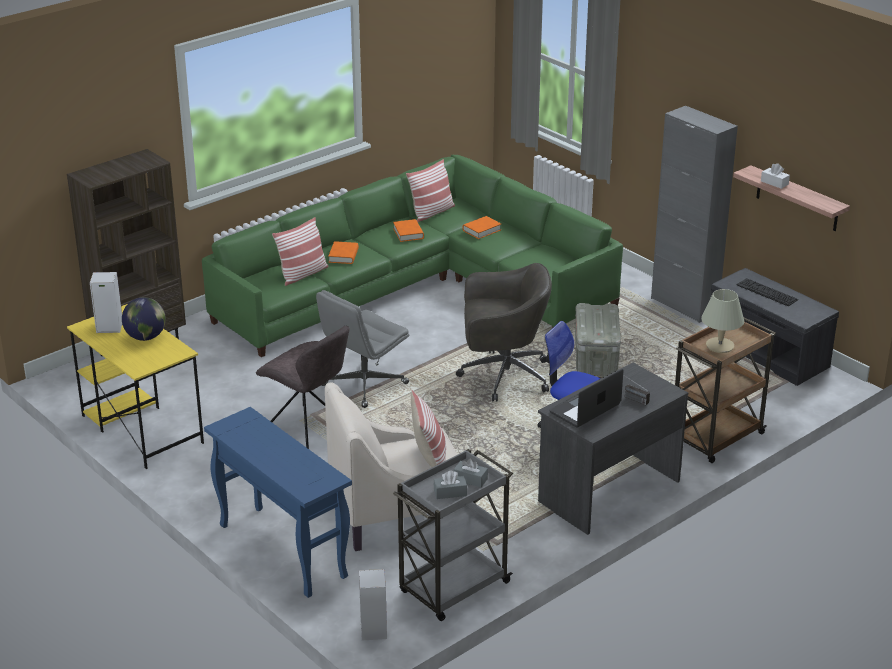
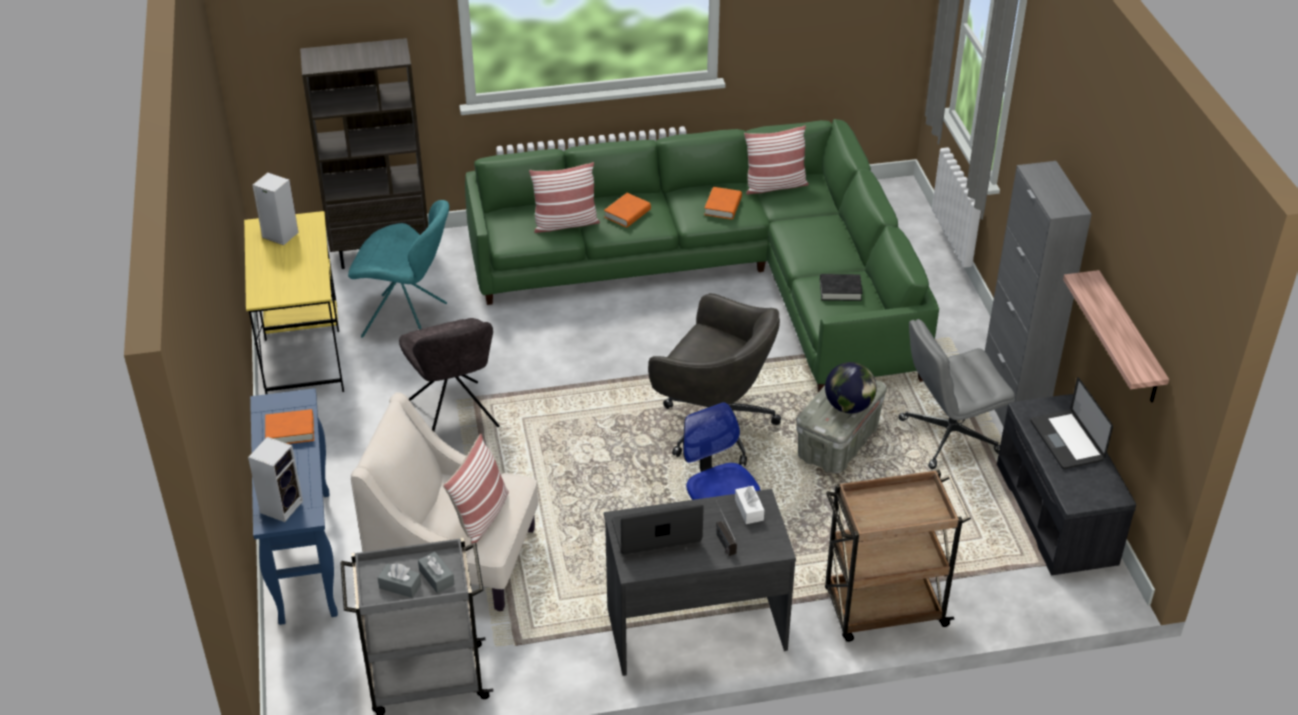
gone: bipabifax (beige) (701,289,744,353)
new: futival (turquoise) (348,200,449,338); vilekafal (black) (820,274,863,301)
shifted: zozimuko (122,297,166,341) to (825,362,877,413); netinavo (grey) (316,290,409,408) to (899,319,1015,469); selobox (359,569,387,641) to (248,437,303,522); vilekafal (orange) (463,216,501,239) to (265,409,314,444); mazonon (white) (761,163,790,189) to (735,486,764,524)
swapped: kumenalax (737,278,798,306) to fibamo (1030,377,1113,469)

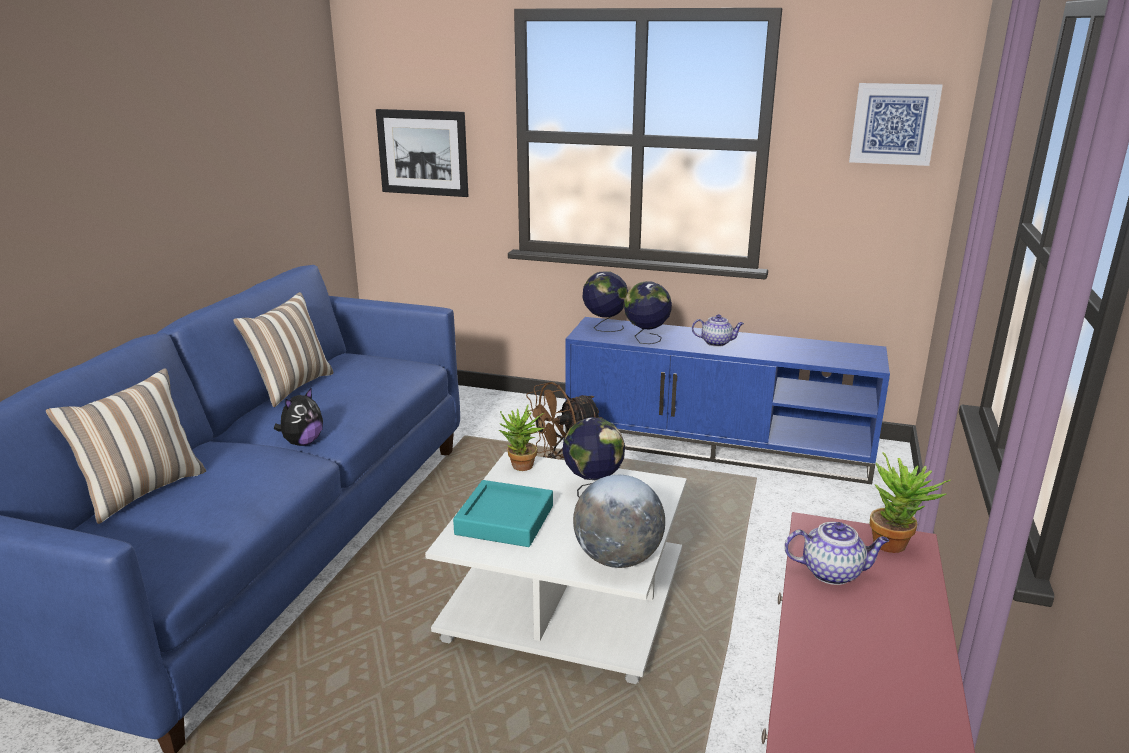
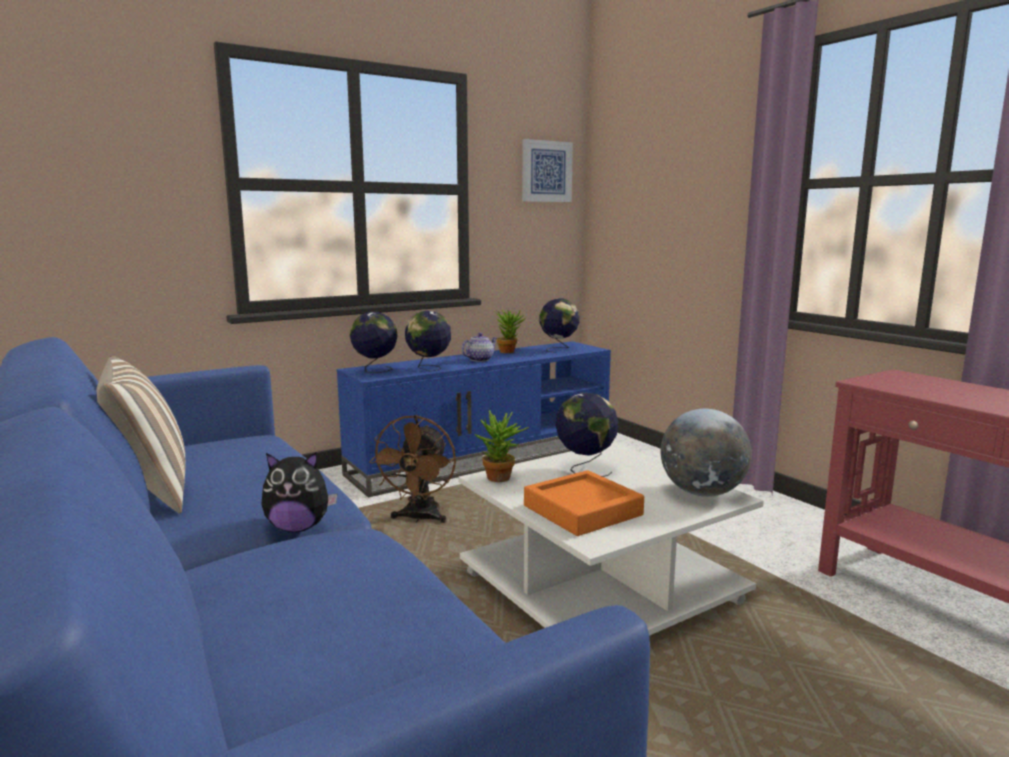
gone: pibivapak (46,368,206,524); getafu (376,109,468,197); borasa (784,522,889,585)
new: zozimuko (539,298,579,353)
shifted: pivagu (870,452,951,553) to (494,310,527,353)
repainted: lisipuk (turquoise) (453,480,553,547) to lisipuk (orange) (524,470,644,536)
rotated: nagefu (274,387,323,446) = (261,452,337,532) 105 degrees clockwise

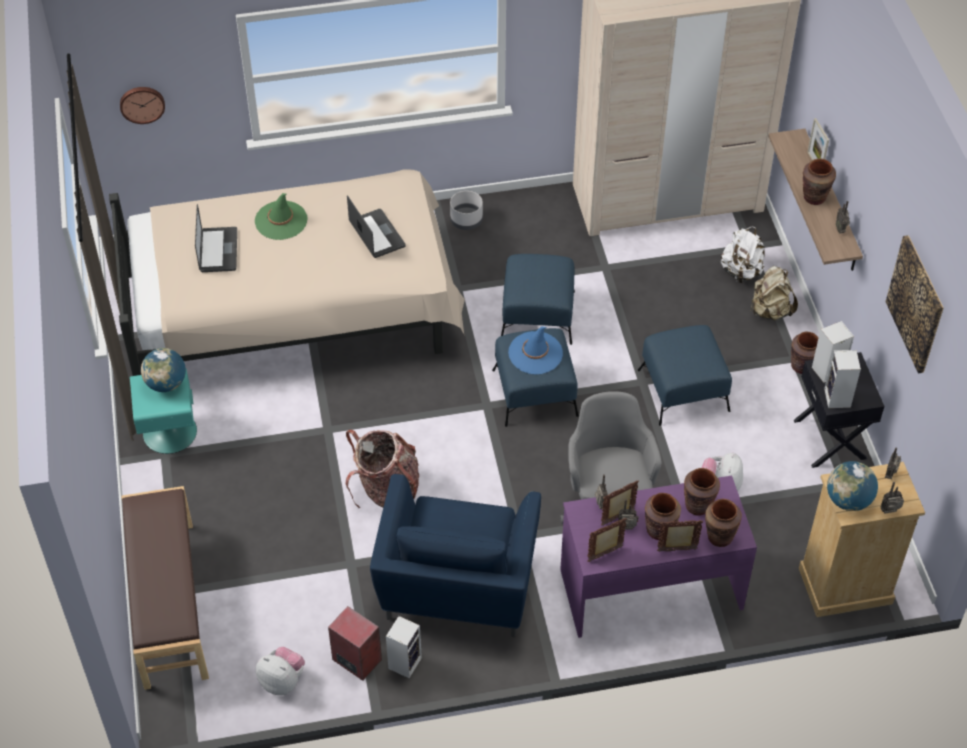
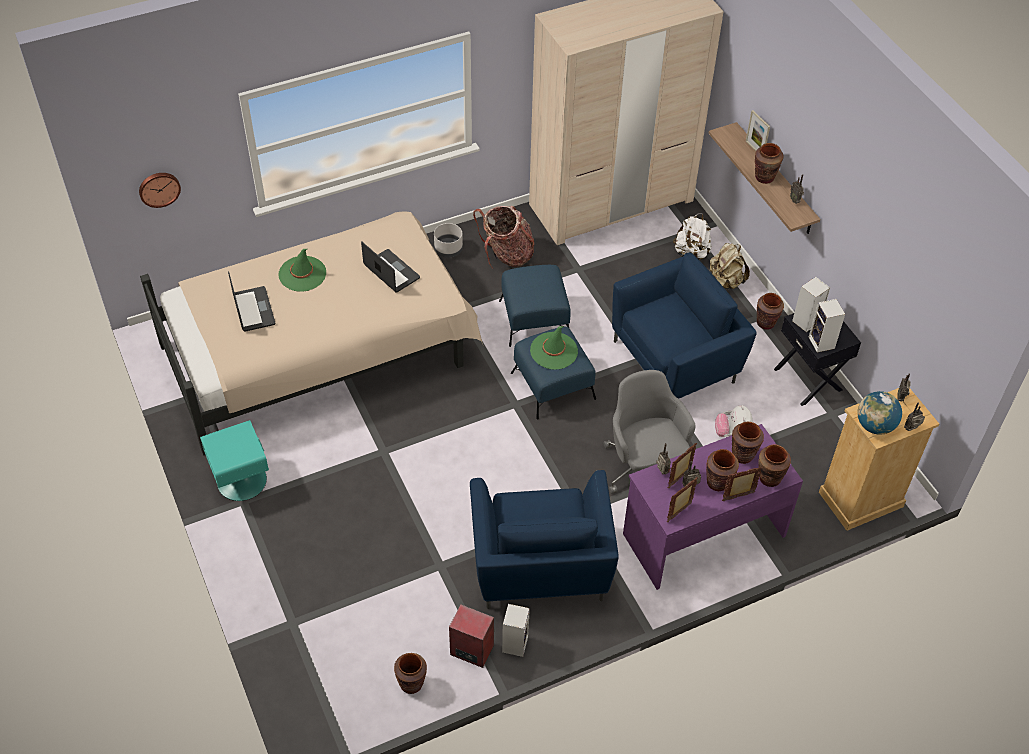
gone: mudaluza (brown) (121,486,209,690); zozimuko (141,348,186,392); getafu (886,235,944,373)
shifted: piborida (346,430,419,509) to (473,206,534,269)
swapped: nagefu (256,647,305,695) to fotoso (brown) (394,653,427,694); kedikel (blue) (638,325,732,426) to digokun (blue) (612,252,757,399)
repainted: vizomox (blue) (508,326,563,374) to vizomox (green) (530,326,578,370)

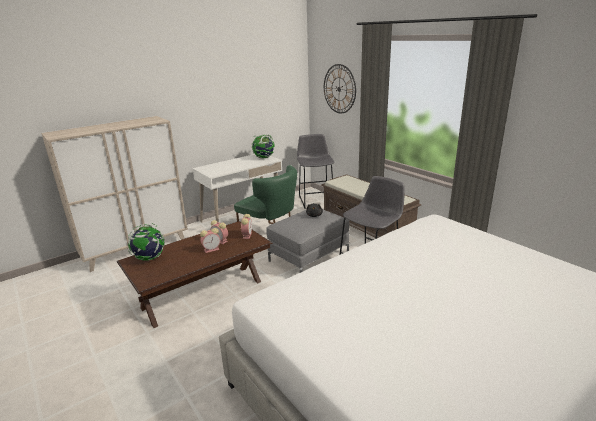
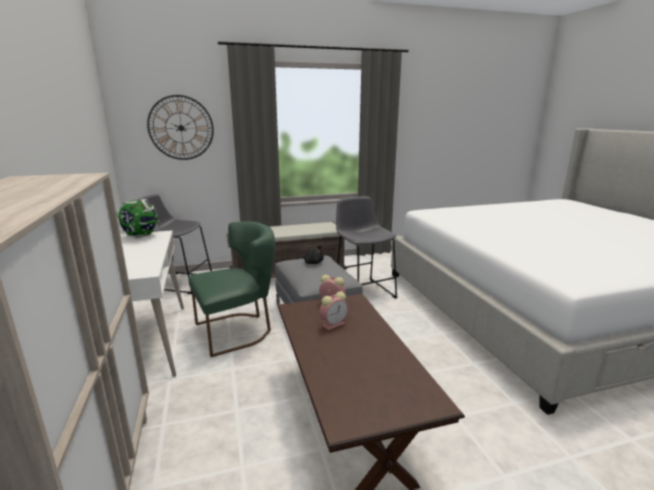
gone: zozimuko (128,223,165,261); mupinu (200,228,220,253)

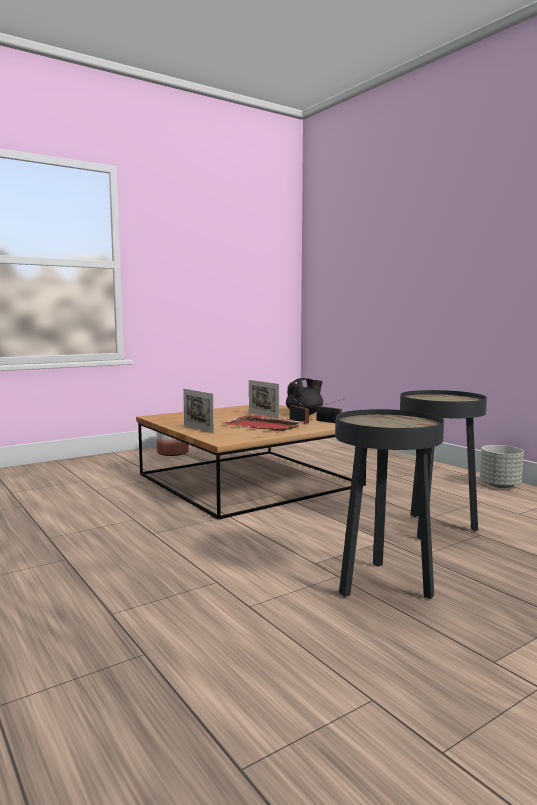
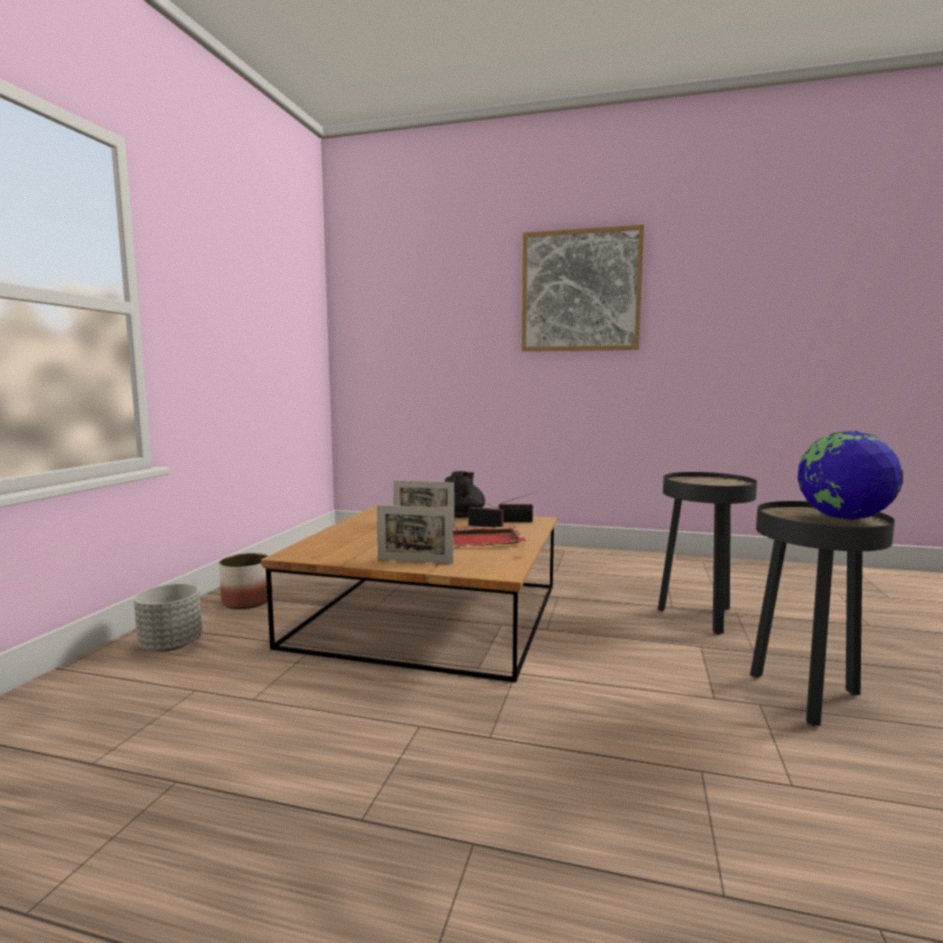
new: getafu (522,225,644,351); zozimuko (798,431,903,520)
shifted: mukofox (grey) (480,445,524,488) to (134,584,202,652)

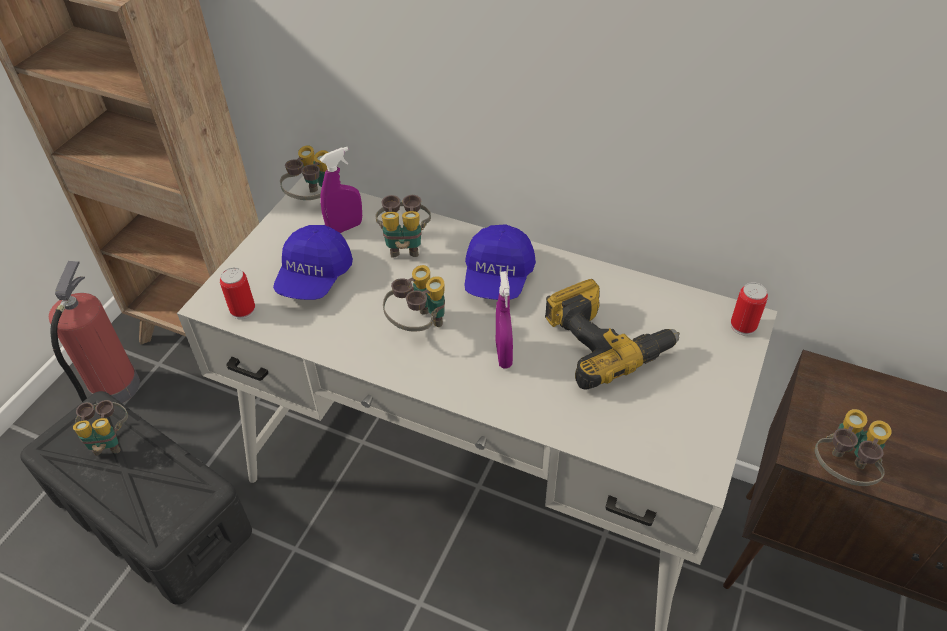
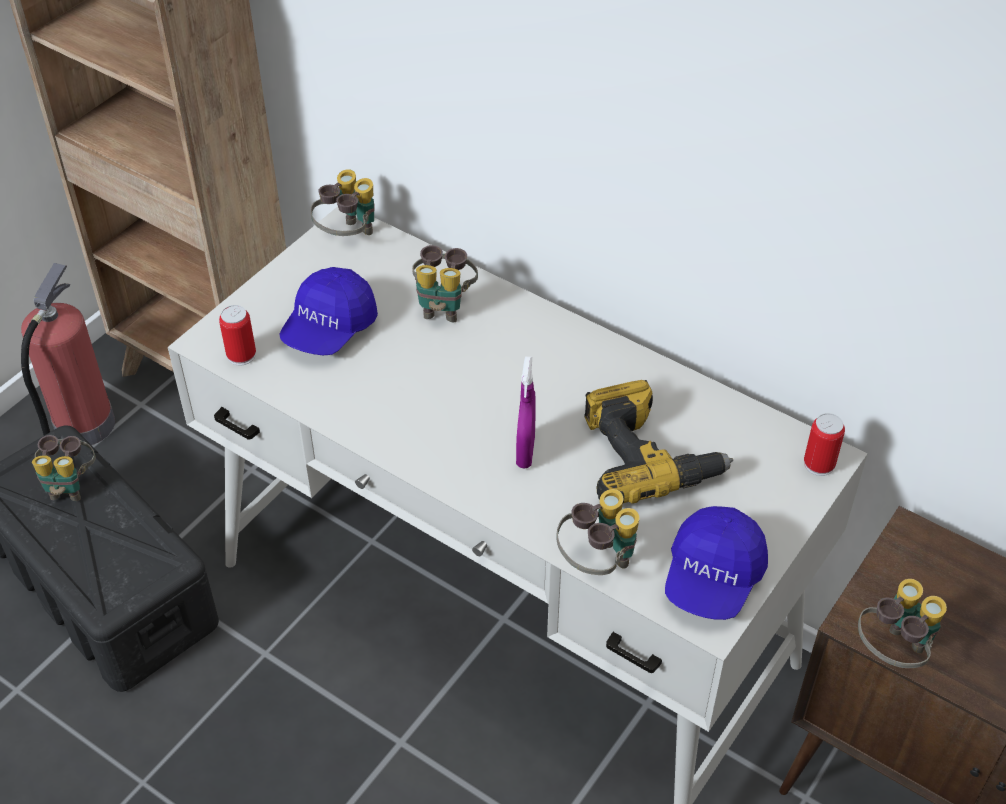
gone: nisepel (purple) (320,147,362,233)
shifted: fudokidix (383,265,445,331) to (556,489,640,575); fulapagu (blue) (464,224,536,300) to (665,506,768,620)

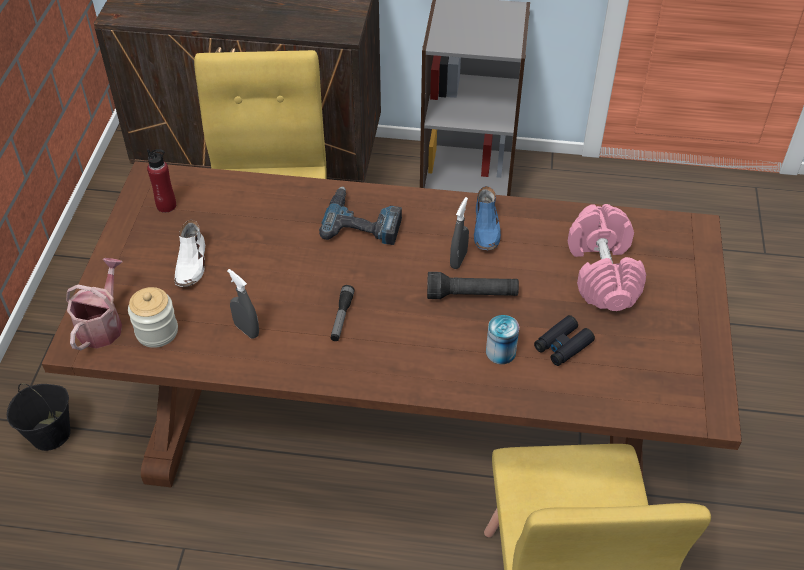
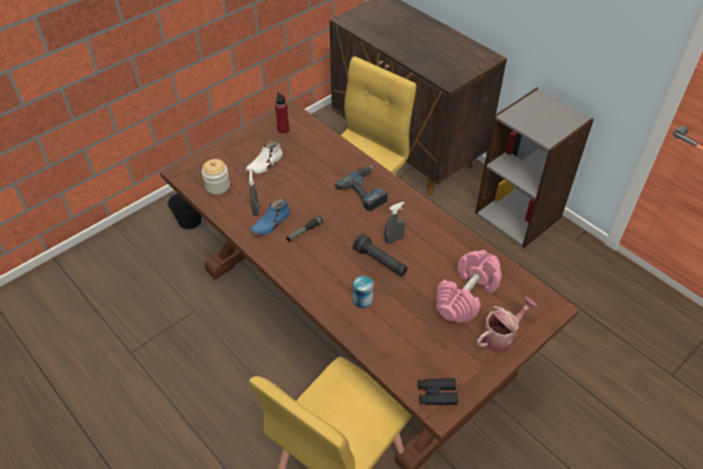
shifted: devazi (66,258,123,350) to (476,297,537,353); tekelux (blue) (474,186,501,250) to (250,197,290,235); fudokidix (black) (534,315,595,366) to (418,378,458,405)

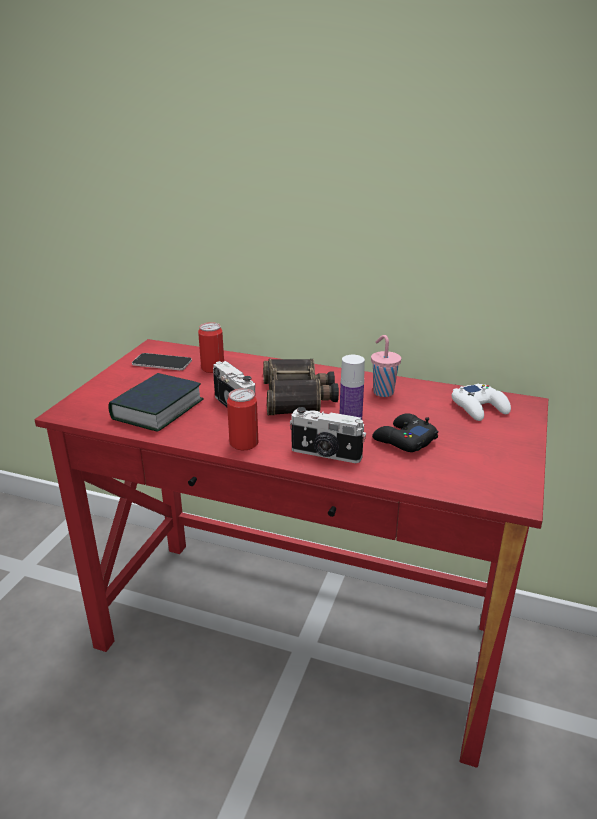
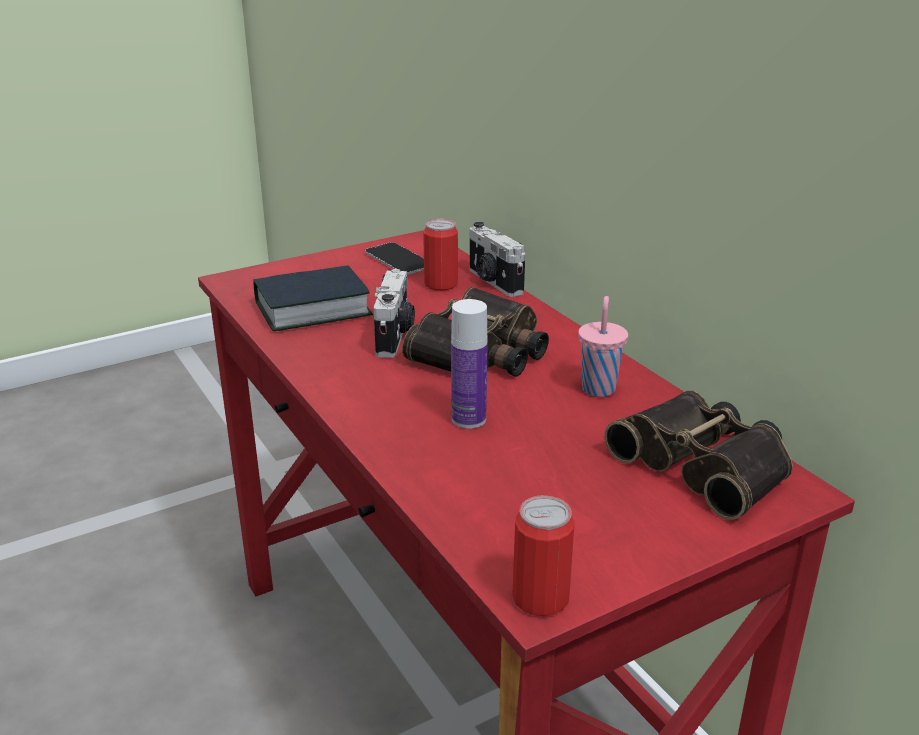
gone: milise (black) (372,413,439,452)
shifted: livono (227,388,258,451) to (512,495,575,616); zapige (290,407,366,463) to (469,222,525,297)
swapped: milise (white) (452,384,511,421) to fudokidix (604,390,793,520)

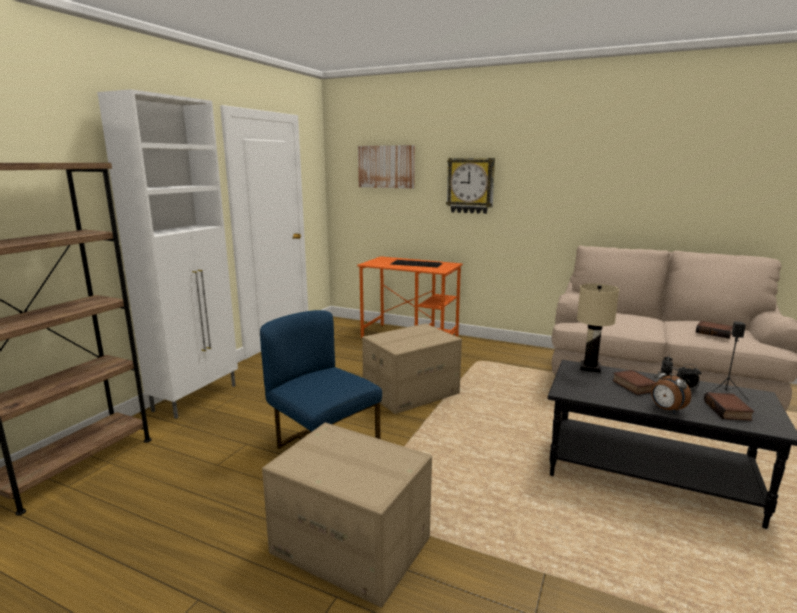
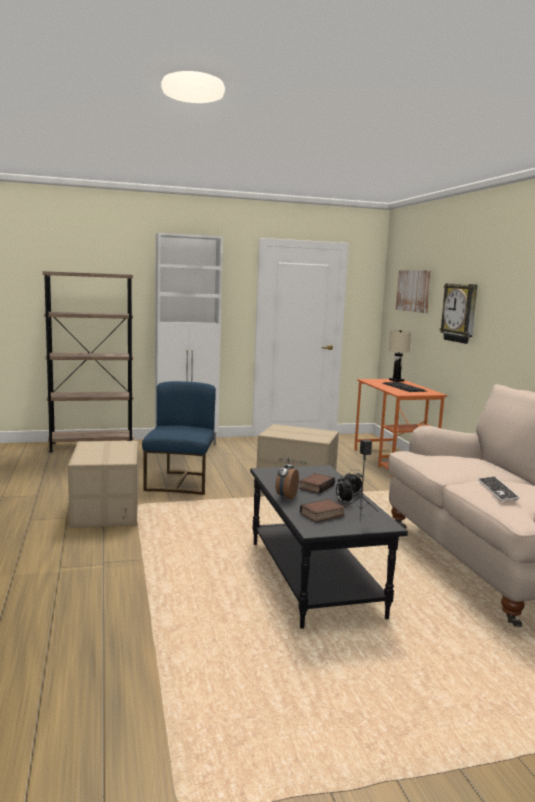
shifted: bipabifax (beige) (577,283,619,372) to (388,330,411,382)
swapped: vilekafal (696,321,733,339) to kumenalax (478,477,520,501)

